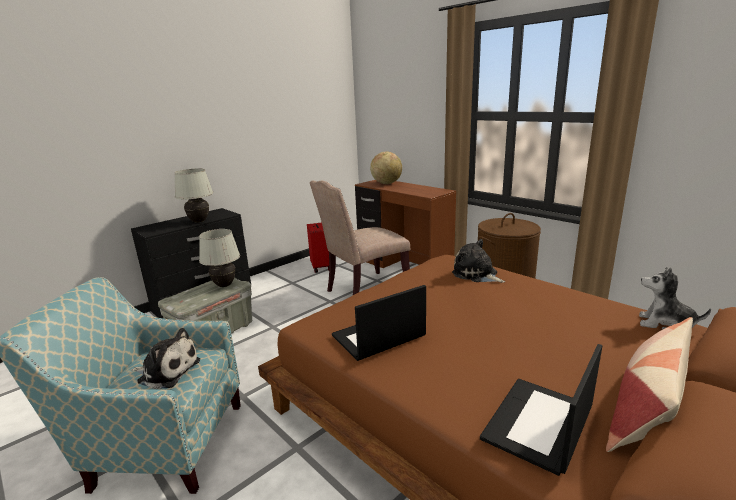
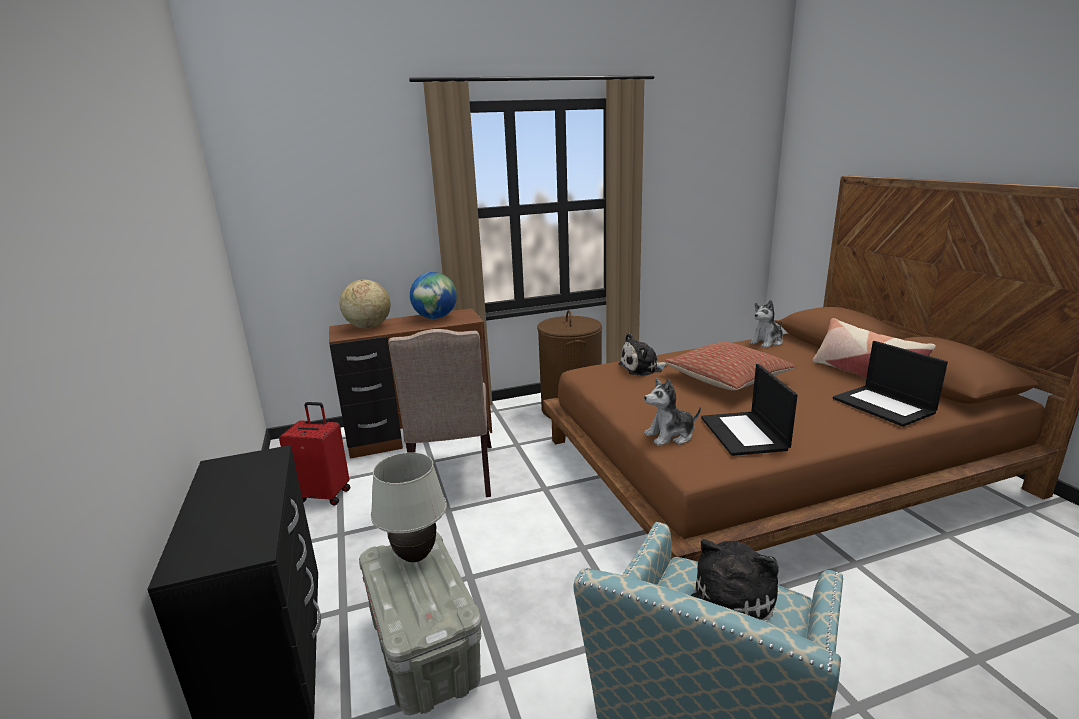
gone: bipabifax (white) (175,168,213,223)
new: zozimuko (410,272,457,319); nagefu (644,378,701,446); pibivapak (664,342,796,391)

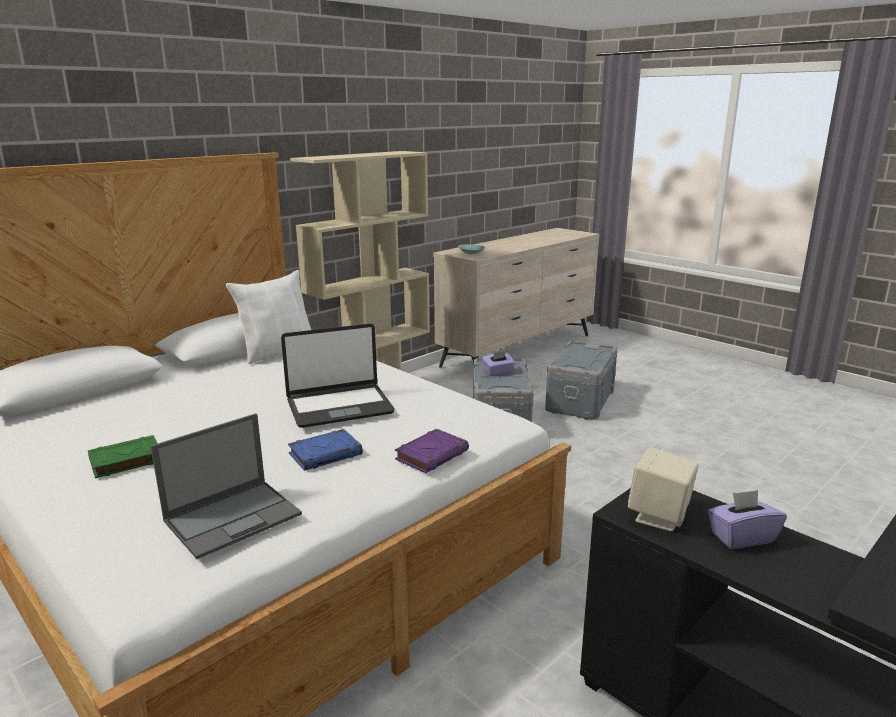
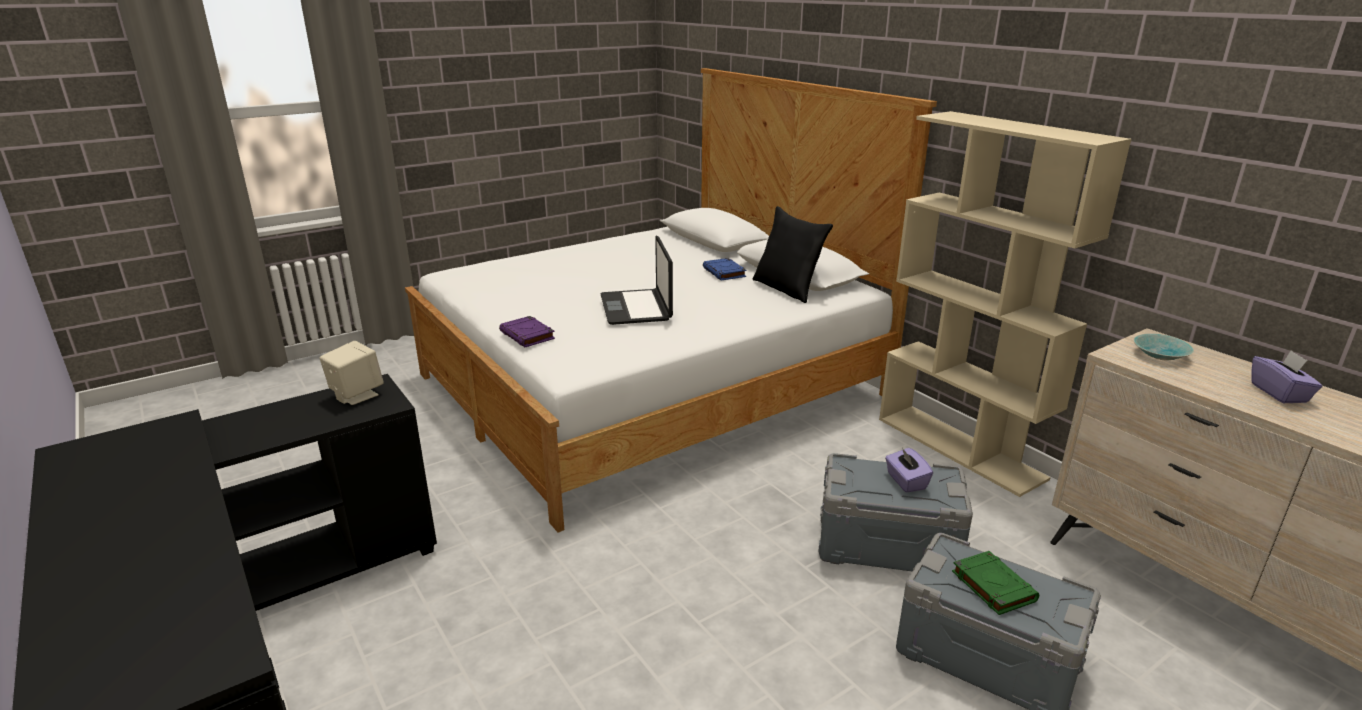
gone: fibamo (151,413,302,559)
shifted: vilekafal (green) (88,435,158,478) to (952,551,1039,615); vilekafal (blue) (288,429,363,471) to (703,258,746,280); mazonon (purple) (708,490,787,549) to (1251,350,1323,403)
repainted: pibivapak (white) (226,270,311,364) to pibivapak (black) (753,206,833,303)

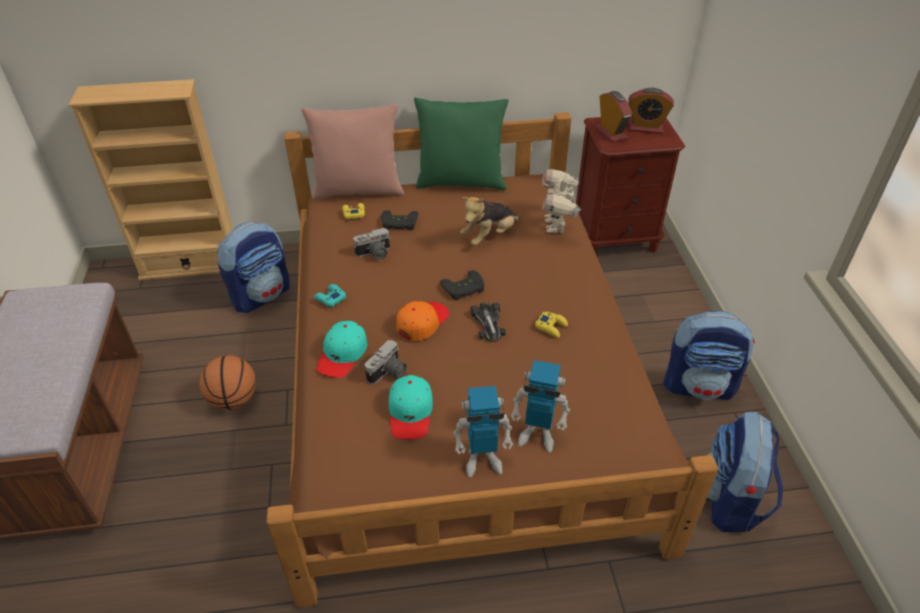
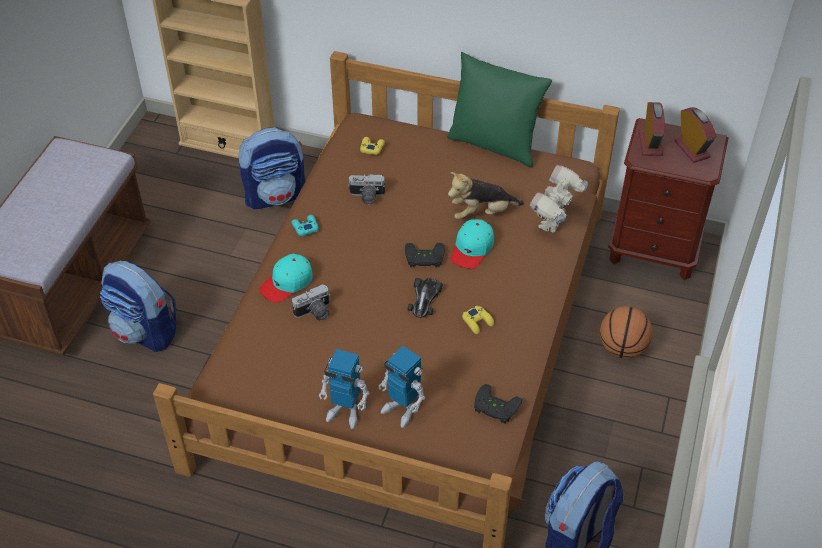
gone: pibivapak (pink) (301,104,404,200); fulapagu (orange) (396,301,449,341)
shifted: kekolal (199,355,256,410) to (600,306,652,358); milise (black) (381,210,419,230) to (474,384,522,424); fulapagu (turquoise) (389,375,433,440) to (450,219,494,269); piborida (663,311,755,400) to (100,260,176,352)
rotated: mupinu (628,88,674,134) = (674,107,716,163) 150 degrees counterclockwise

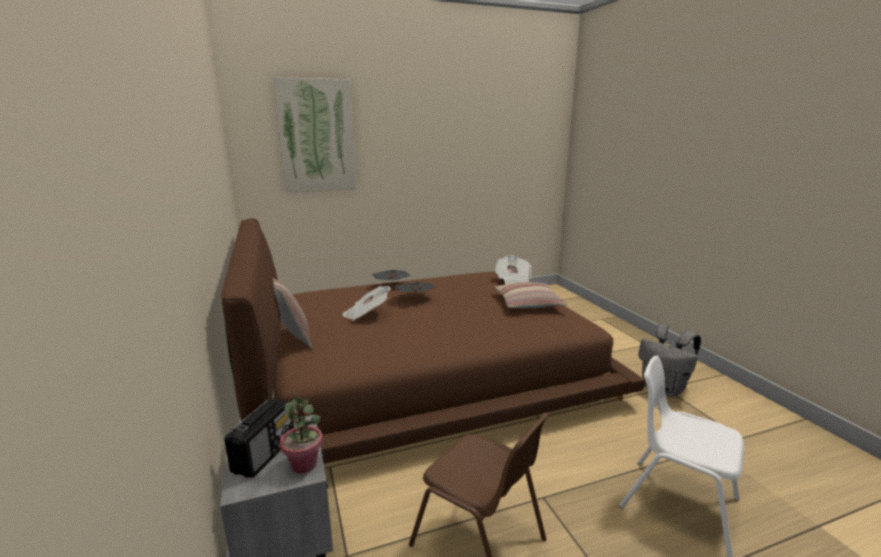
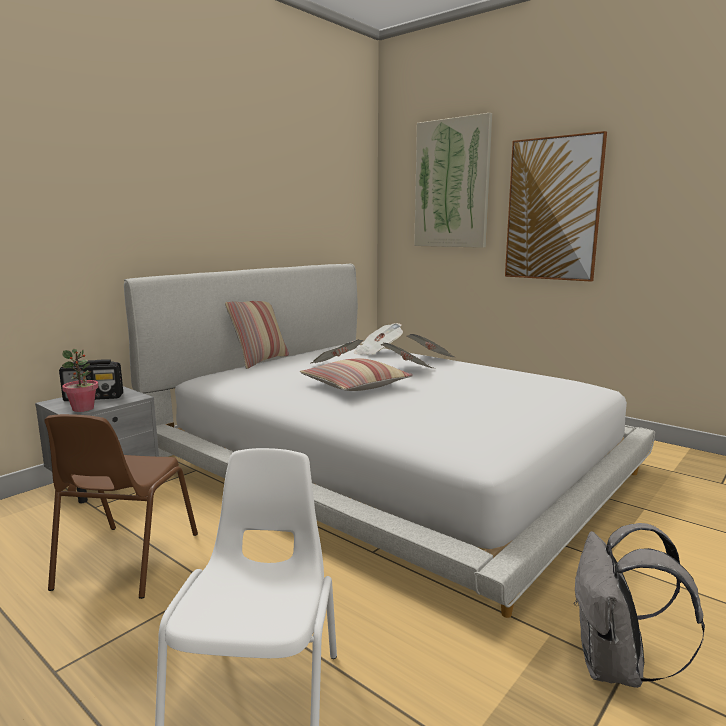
new: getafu (505,131,607,282)
shifted: pibivapak (494,282,568,308) to (300,358,413,391); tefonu (495,255,531,284) to (354,323,403,355)
repainted: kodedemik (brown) (221,218,646,464) to kodedemik (white) (124,264,655,618)

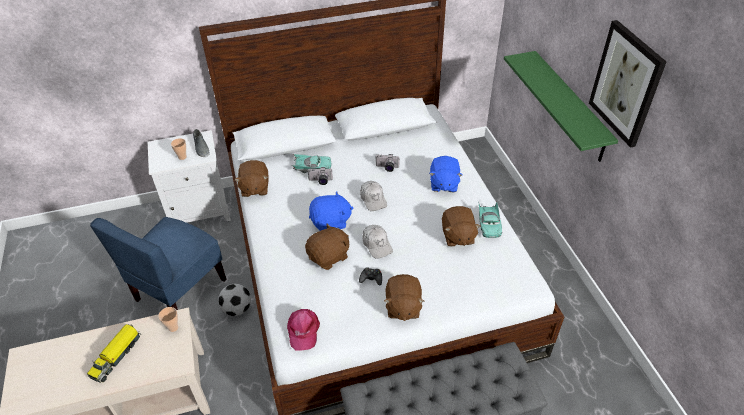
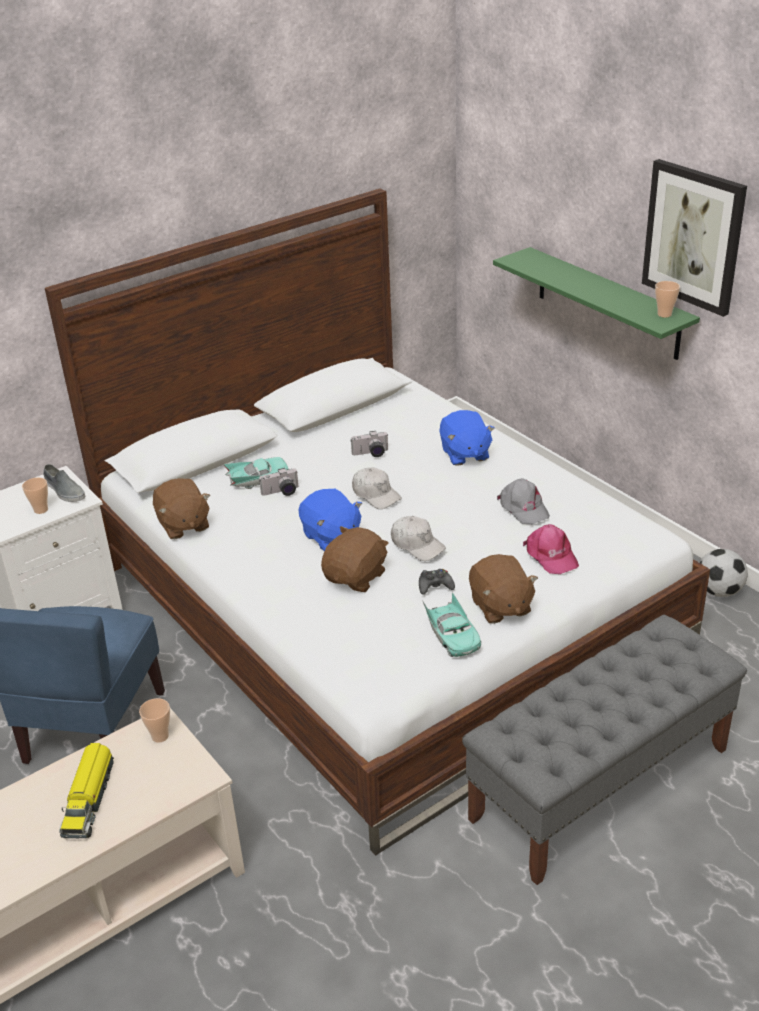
new: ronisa (655,281,680,317)
shifted: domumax (218,284,251,316) to (700,549,748,597); fulapagu (pink) (287,309,320,351) to (523,524,579,574); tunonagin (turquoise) (478,201,502,238) to (422,592,481,657)
swapped: nagefu (brown) (442,206,481,247) to fulapagu (grey) (497,478,550,524)
rotated: nagefu (blue) (309,191,353,231) = (299,489,362,551) 90 degrees clockwise

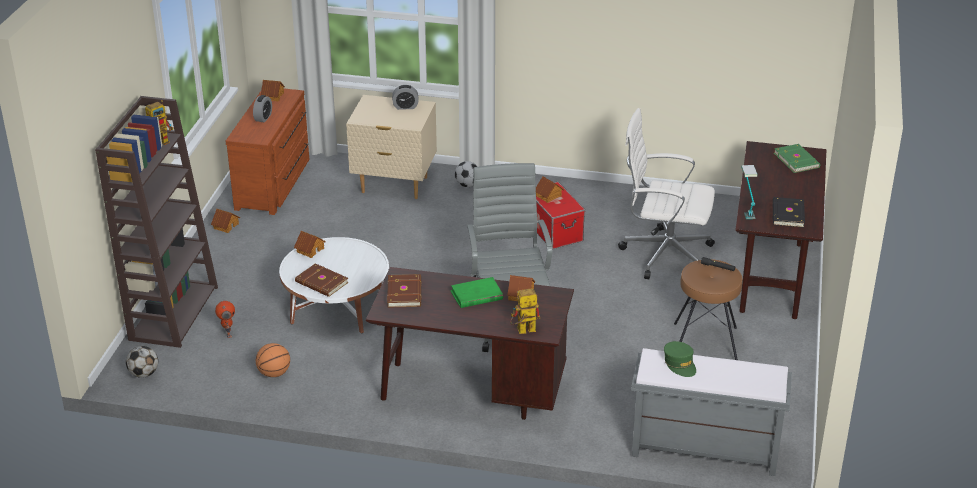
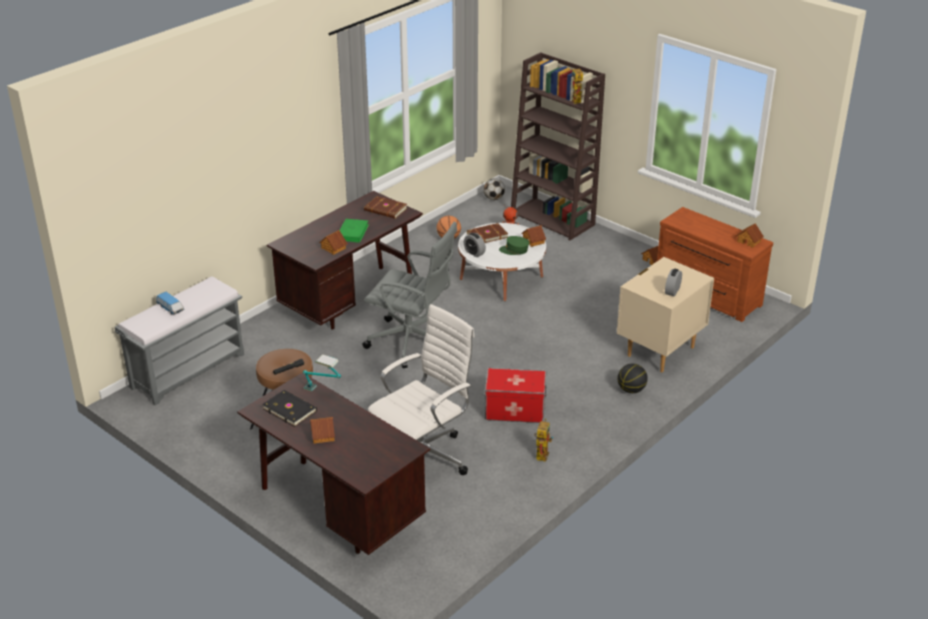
gone: vilekafal (green) (774,144,820,173)
new: tunonagin (156,292,184,315)
shifted: mupinu (253,95,272,122) to (464,233,486,257); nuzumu (510,288,540,334) to (534,418,553,462); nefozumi (536,176,564,203) to (310,417,335,444); fulapagu (green) (664,341,696,377) to (499,236,530,255)
swapped: domumax (455,161,478,187) to kekolal (618,364,648,393)

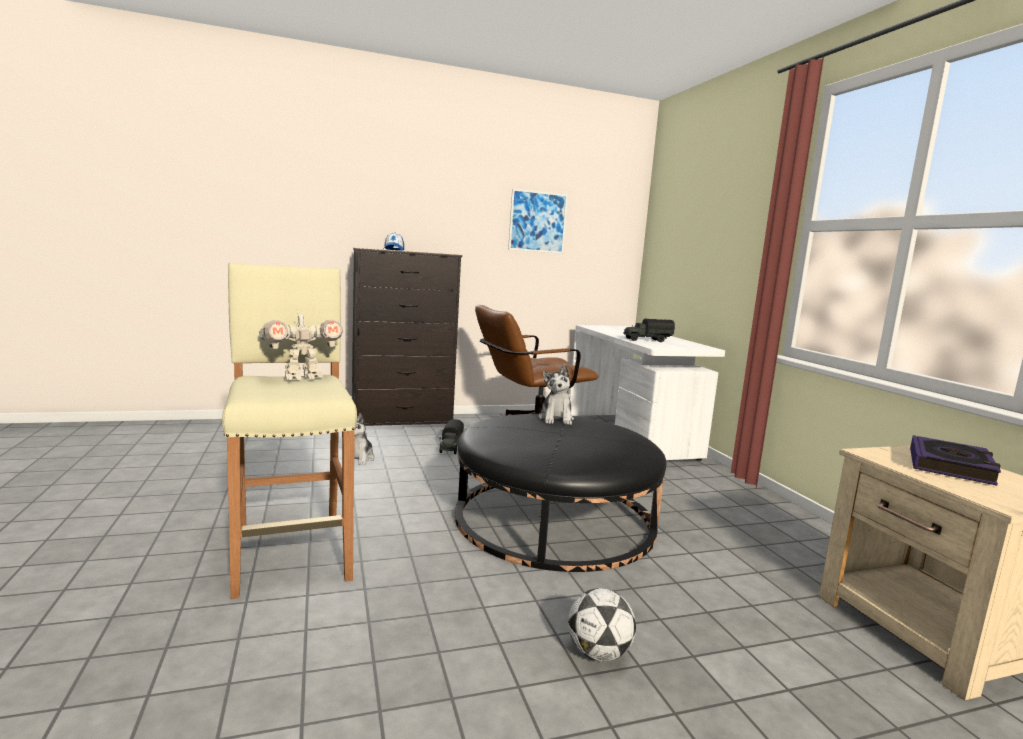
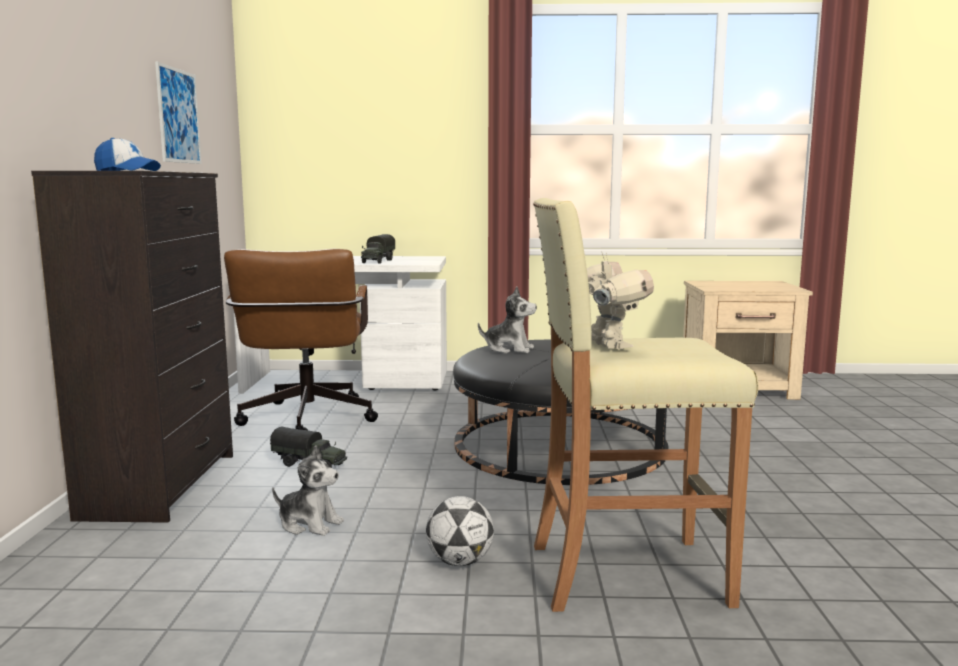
gone: vilekafal (910,435,1001,486)
shifted: domumax (568,588,636,662) to (426,496,494,566)

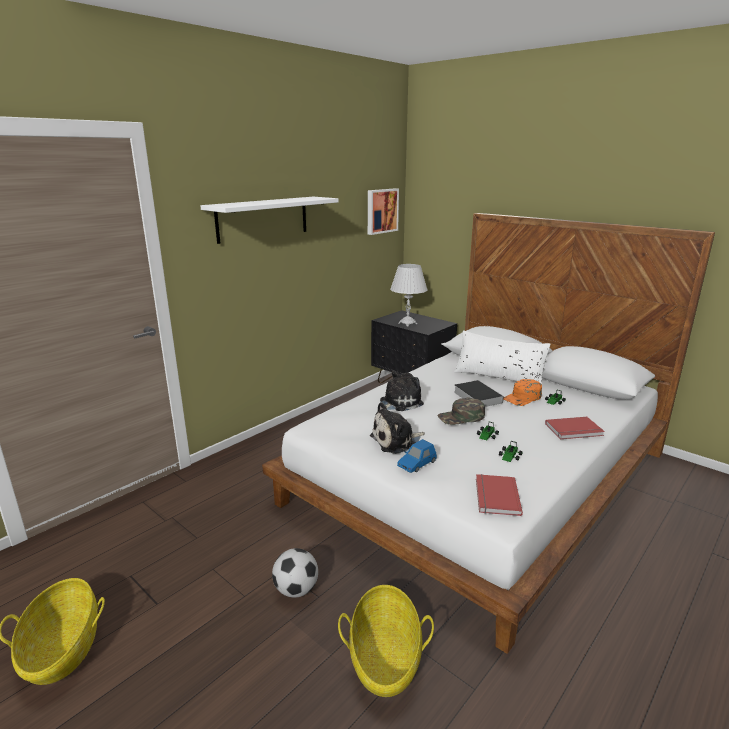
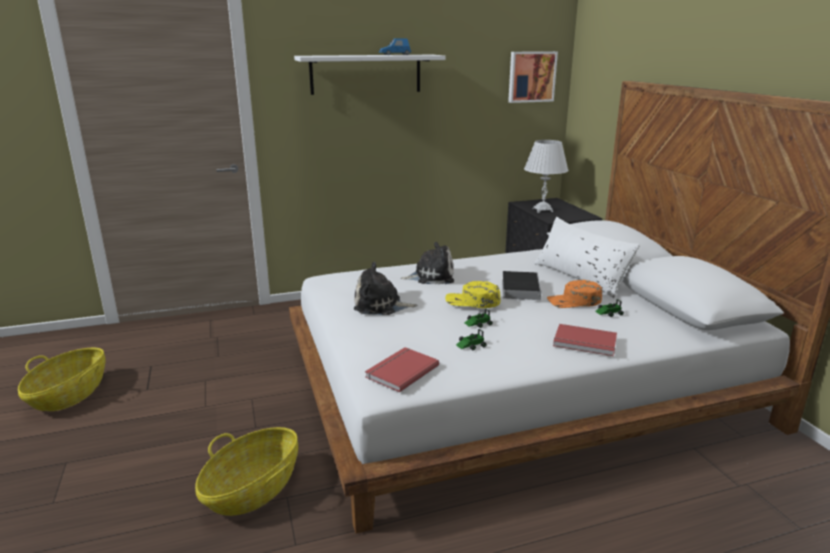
gone: domumax (272,548,318,598)
shifted: tunonagin (blue) (397,439,437,473) to (379,38,411,55)
repainted: fulapagu (green) (438,397,485,425) to fulapagu (yellow) (445,281,501,308)

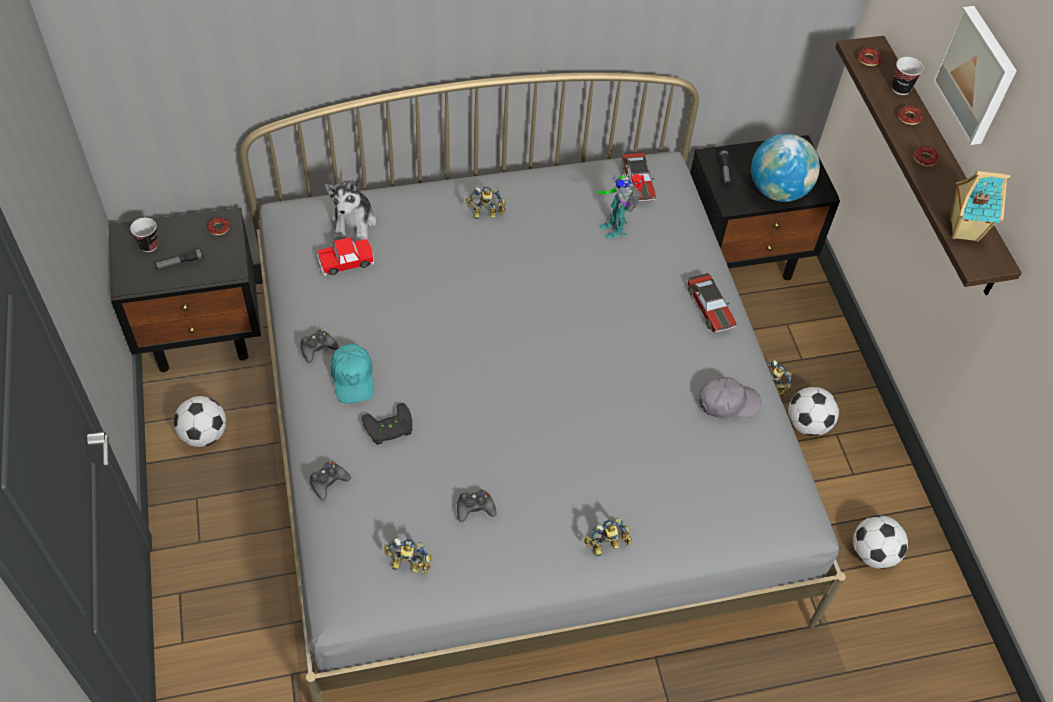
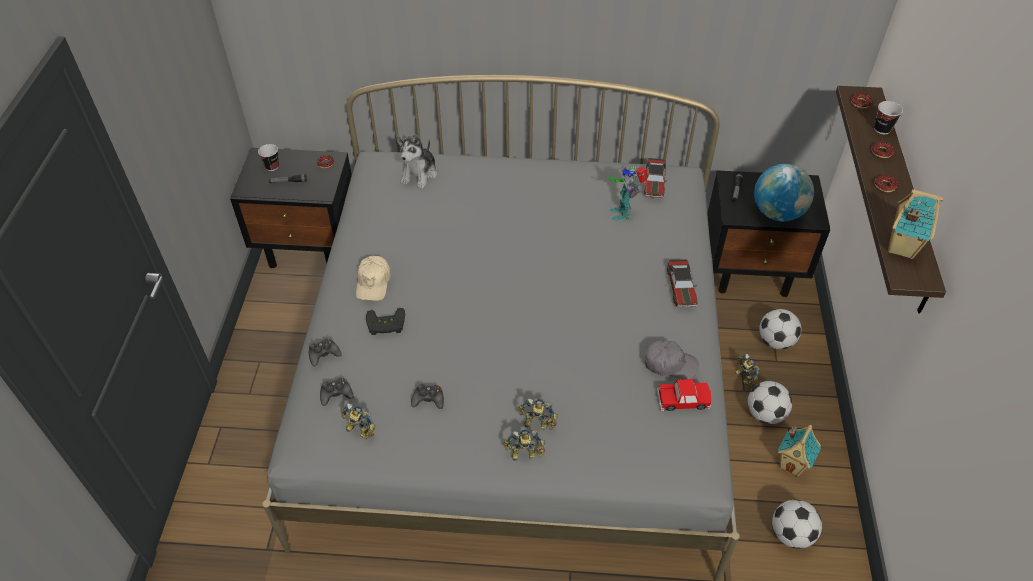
gone: getafu (932,6,1017,145)
new: nefozumi (777,424,821,477)
shifted: domumax (174,396,226,447) to (759,309,801,349); milise (black) (300,330,339,363) to (320,378,354,406); tunonagin (317,237,374,276) to (657,379,712,411); nuzumu (466,187,506,219) to (518,398,558,430)
repainted: fulapagu (turquoise) (331,344,374,403) to fulapagu (beige) (356,256,391,301)

